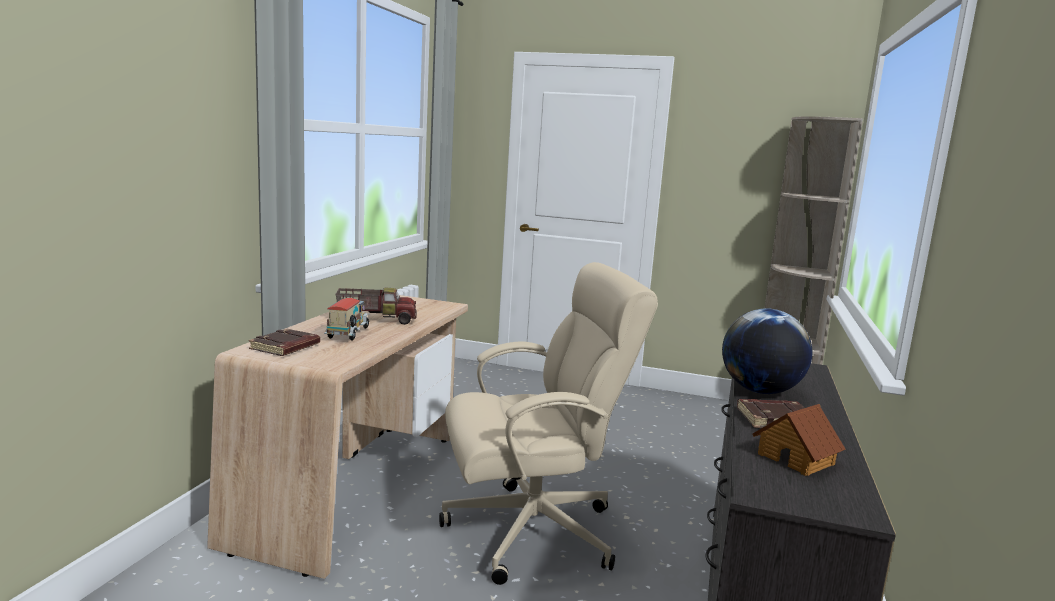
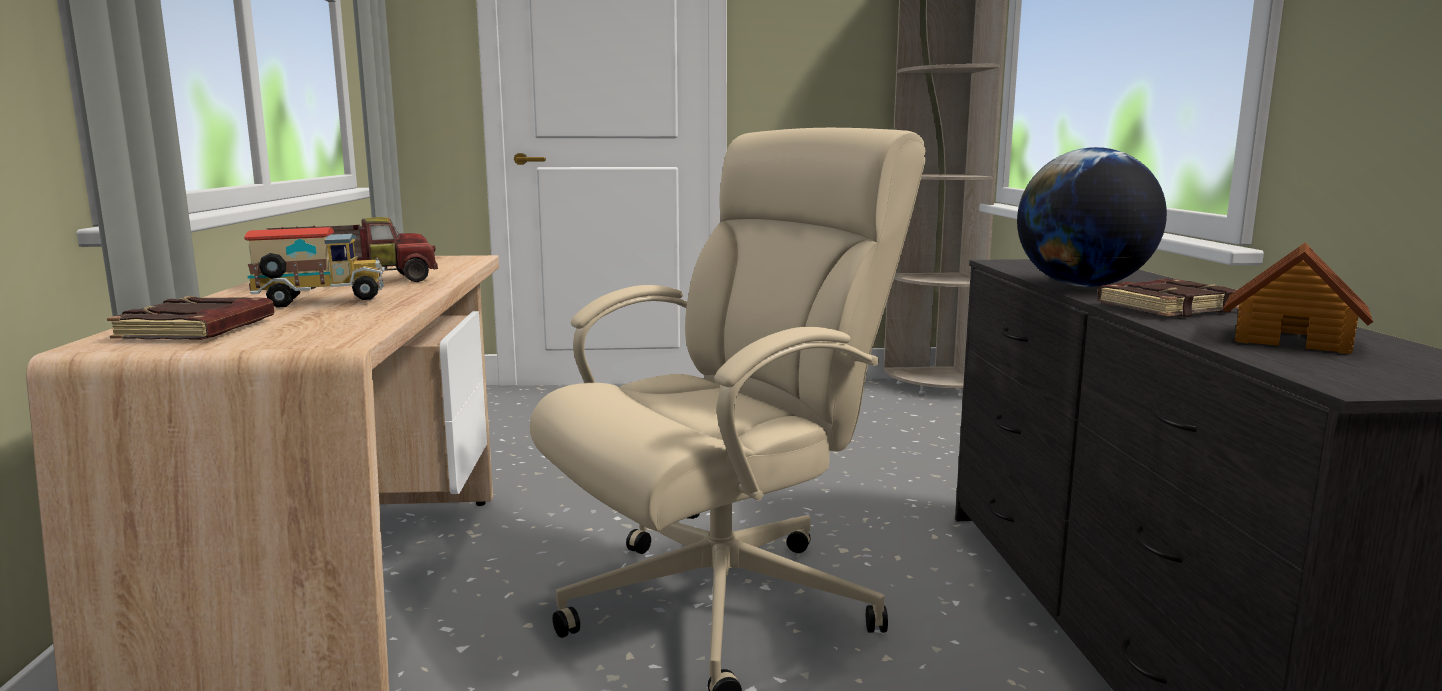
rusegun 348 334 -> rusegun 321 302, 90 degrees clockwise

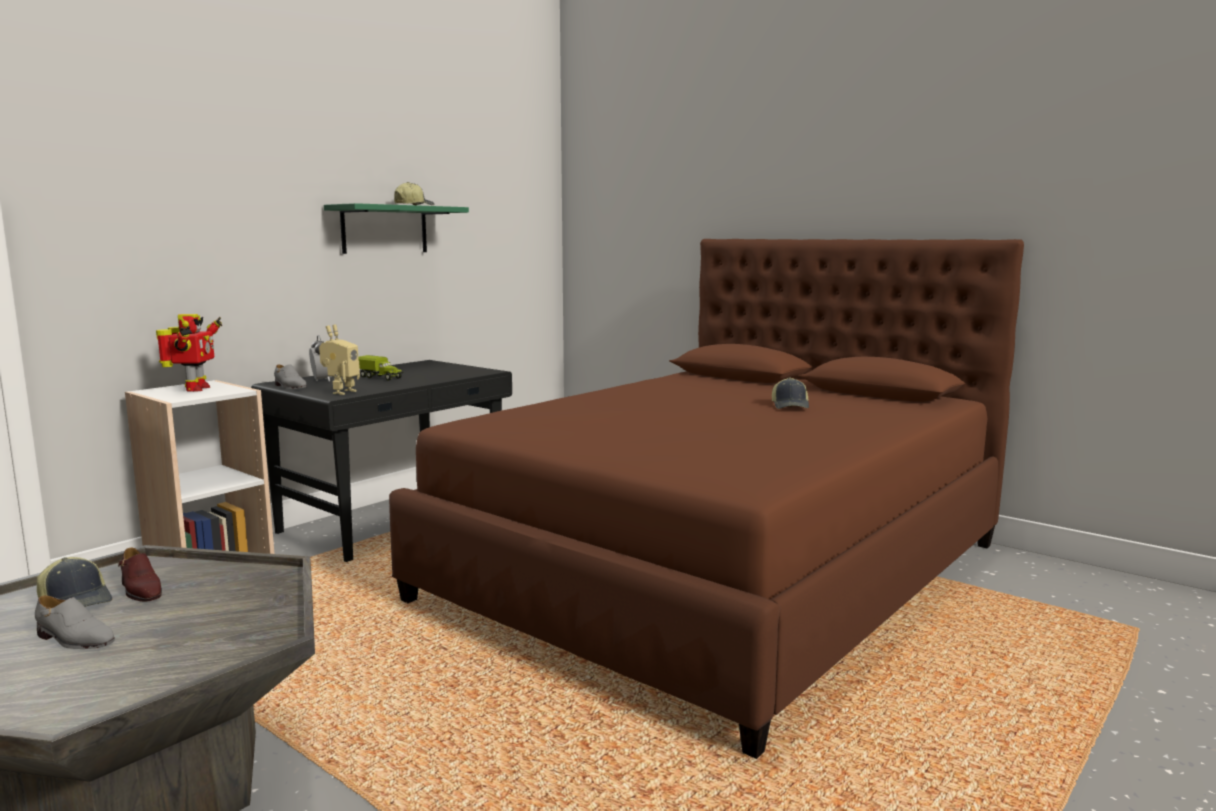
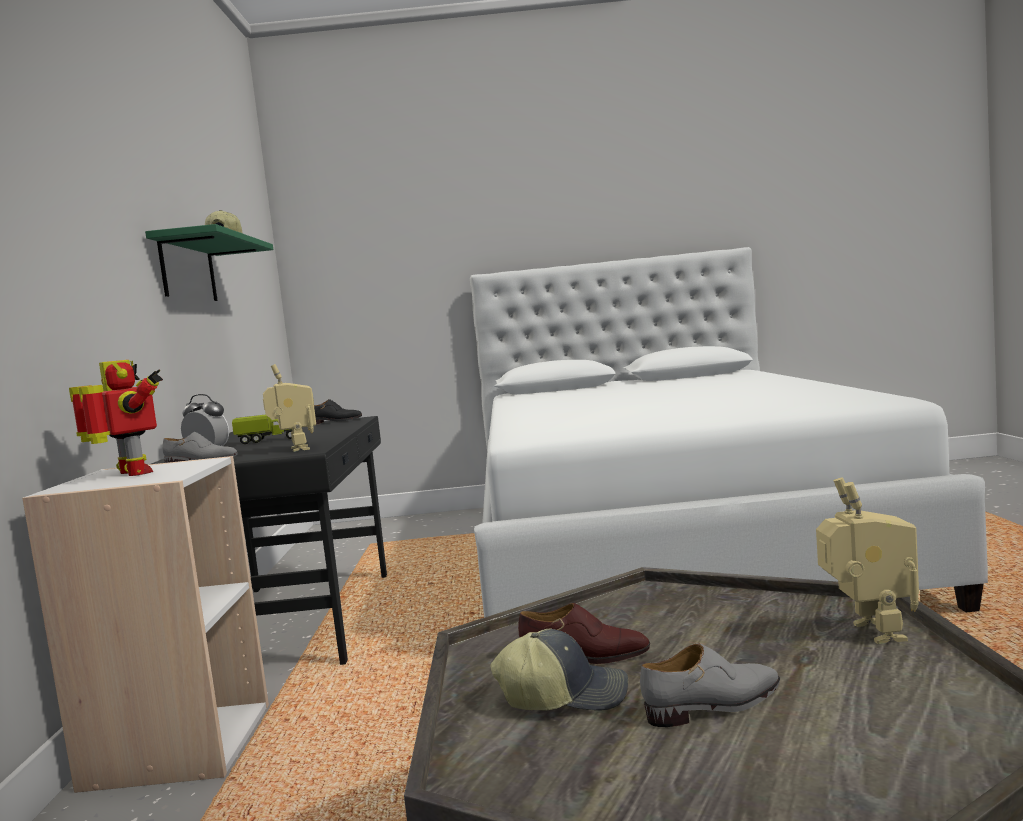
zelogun 791 406 -> none
none -> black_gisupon 334 421
none -> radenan 869 633
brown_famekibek 721 571 -> white_famekibek 667 544

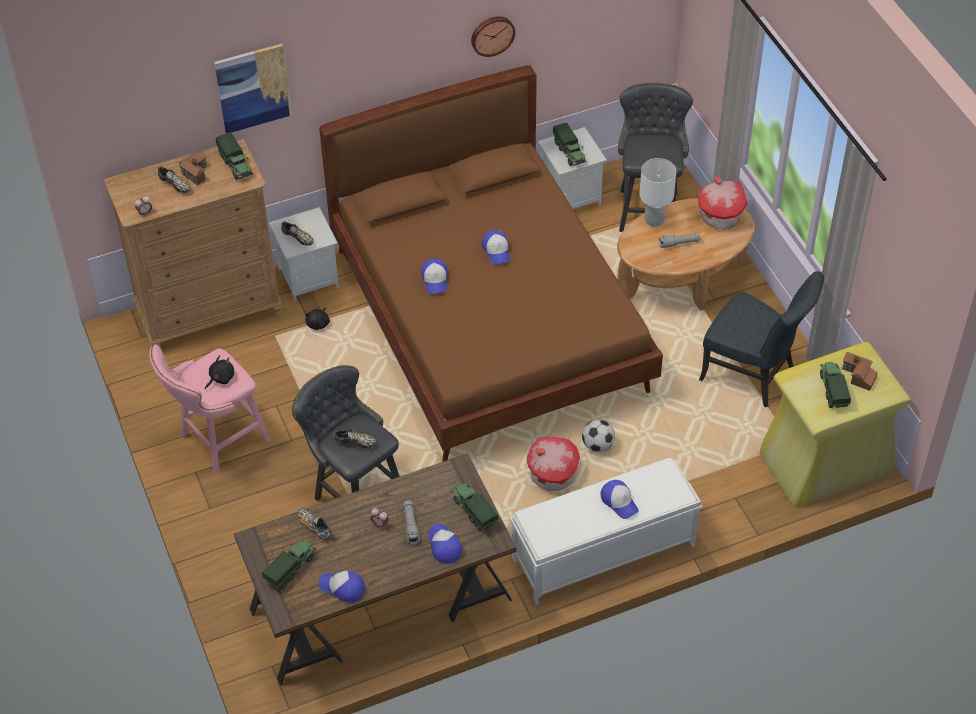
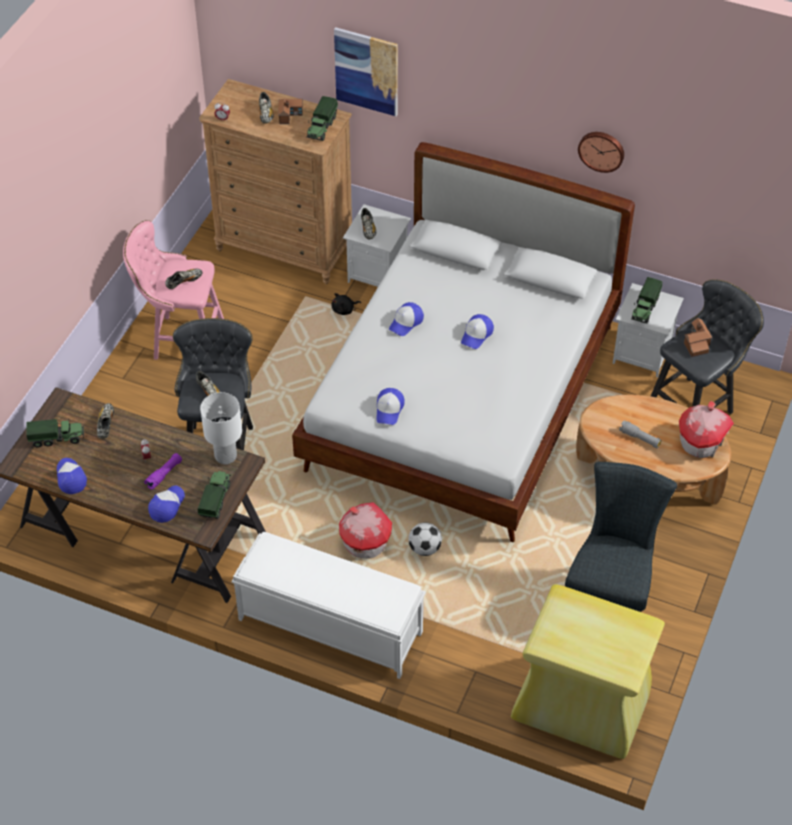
rusegun 833 390 -> none
zelogun 619 501 -> zelogun 389 409, shifted
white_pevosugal 654 221 -> white_pevosugal 225 458, shifted
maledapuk 858 375 -> maledapuk 696 343, shifted
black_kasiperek 220 378 -> gisupon 184 281
brown_famekibek 490 321 -> white_famekibek 463 399
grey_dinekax 411 525 -> purple_dinekax 164 474
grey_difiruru 753 375 -> grey_difiruru 610 595, 150 degrees counterclockwise

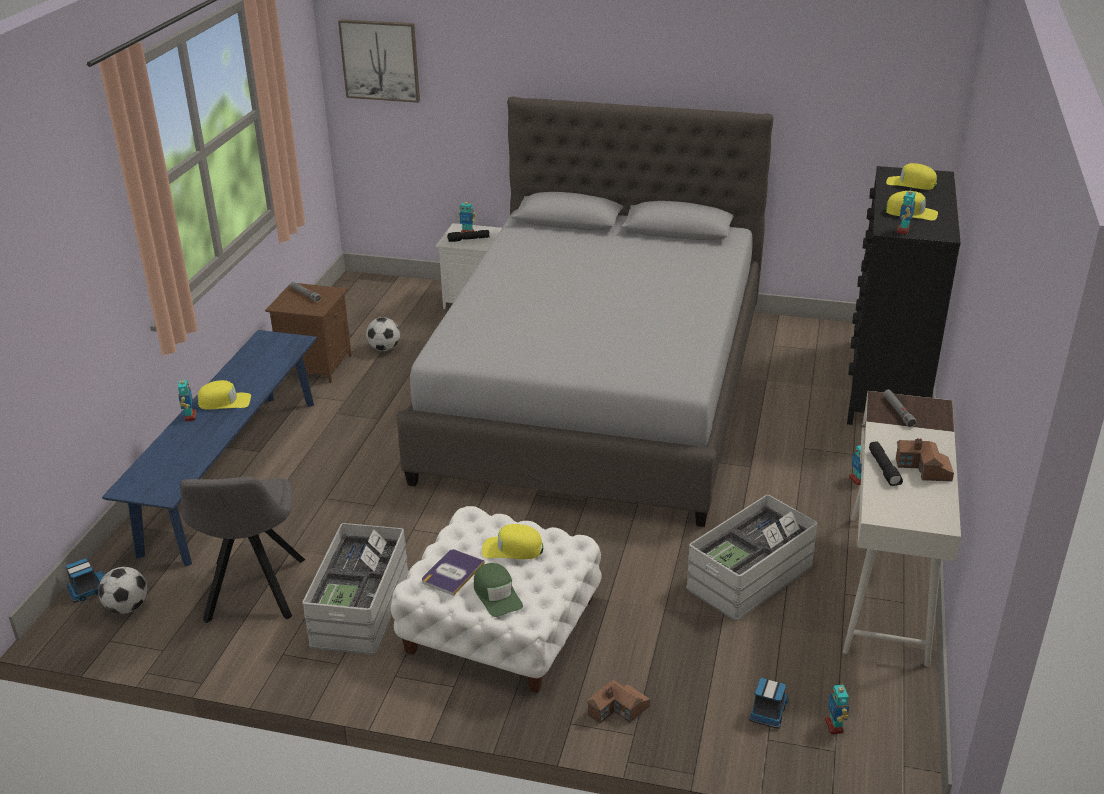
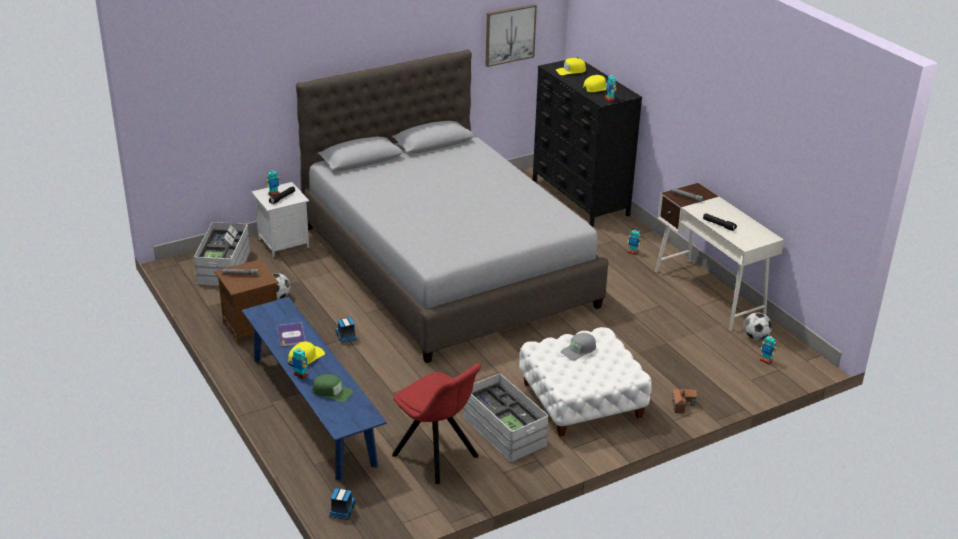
maledapuk 923 469 -> none
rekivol 127 607 -> rekivol 755 337, shifted
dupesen 380 60 -> dupesen 509 34, shifted
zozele 452 572 -> zozele 291 335, shifted
green_zelogun 497 595 -> green_zelogun 332 392, shifted
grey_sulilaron 749 575 -> grey_sulilaron 223 266, shifted
rusegun 768 712 -> rusegun 346 337, shifted
grey_difiruru 254 590 -> red_difiruru 436 456
yellow_zelogun 512 549 -> grey_zelogun 579 350

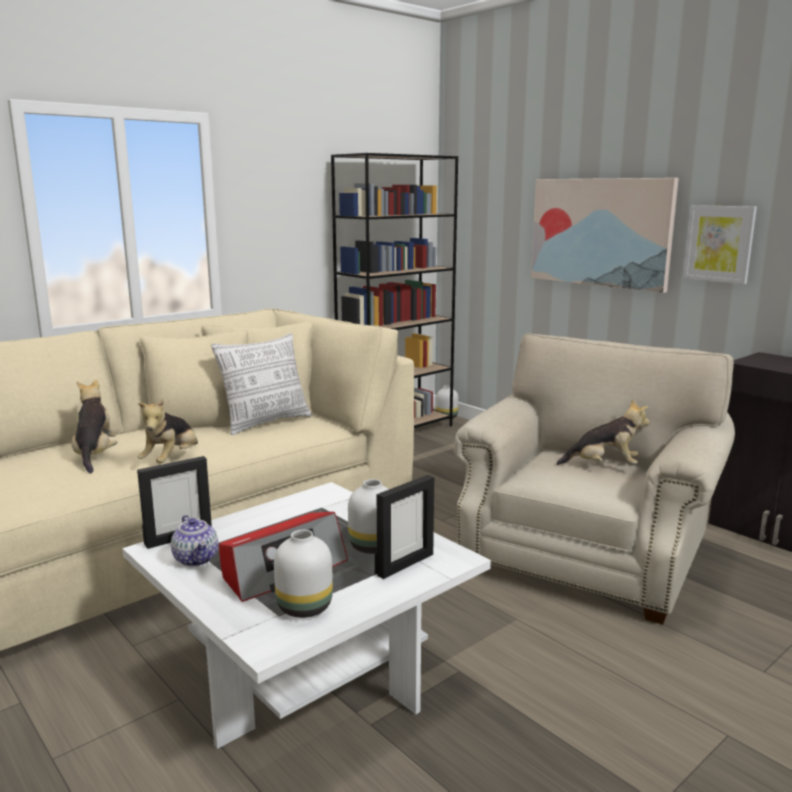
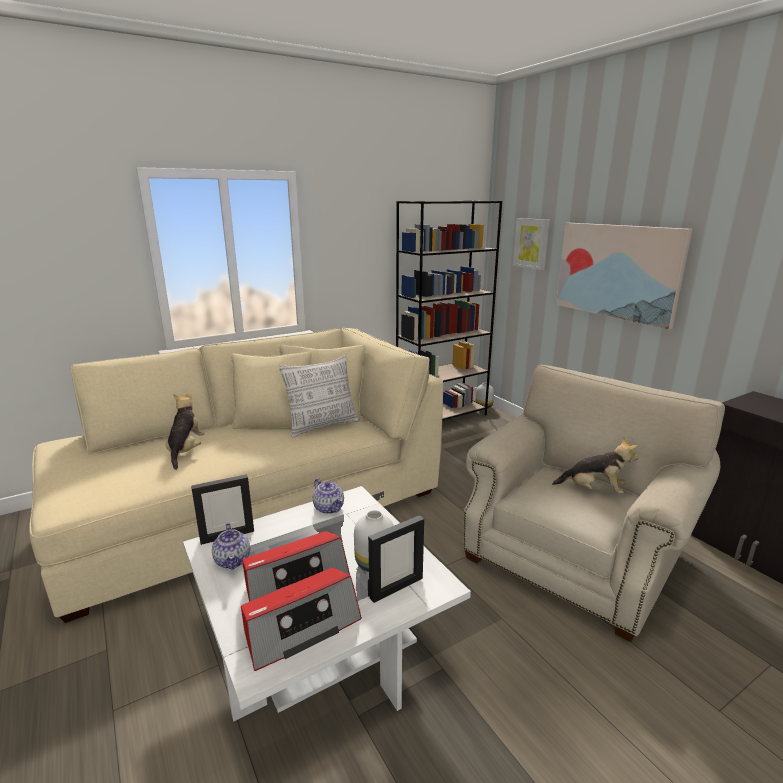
kasiperek 171 460 -> none
none -> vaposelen 329 508
dupesen 719 243 -> dupesen 531 243, shifted
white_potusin 305 606 -> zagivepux 300 627

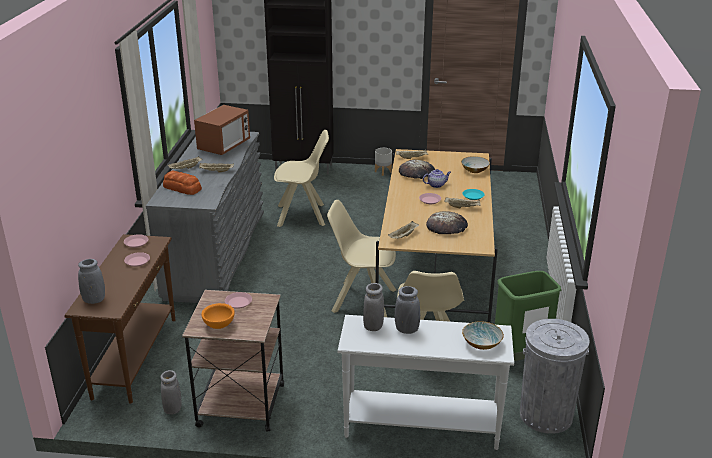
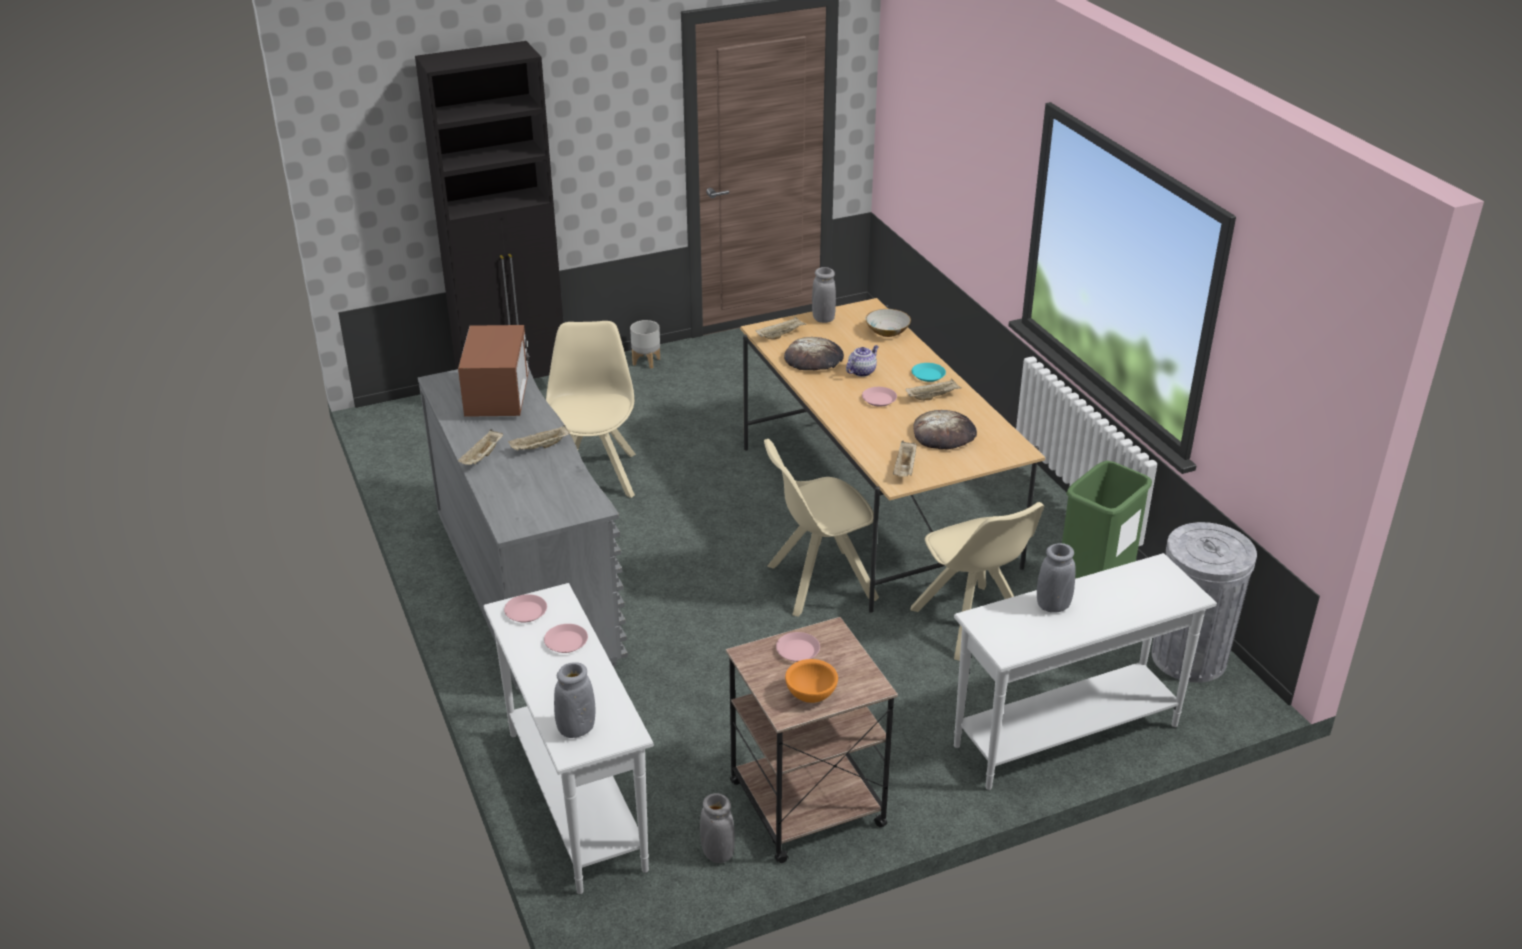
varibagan 182 188 -> none
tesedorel 482 343 -> none
grey_potusin 373 326 -> grey_potusin 823 319, shifted
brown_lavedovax 134 357 -> white_lavedovax 573 799
beige_difiruru 303 215 -> beige_difiruru 595 474, 60 degrees counterclockwise

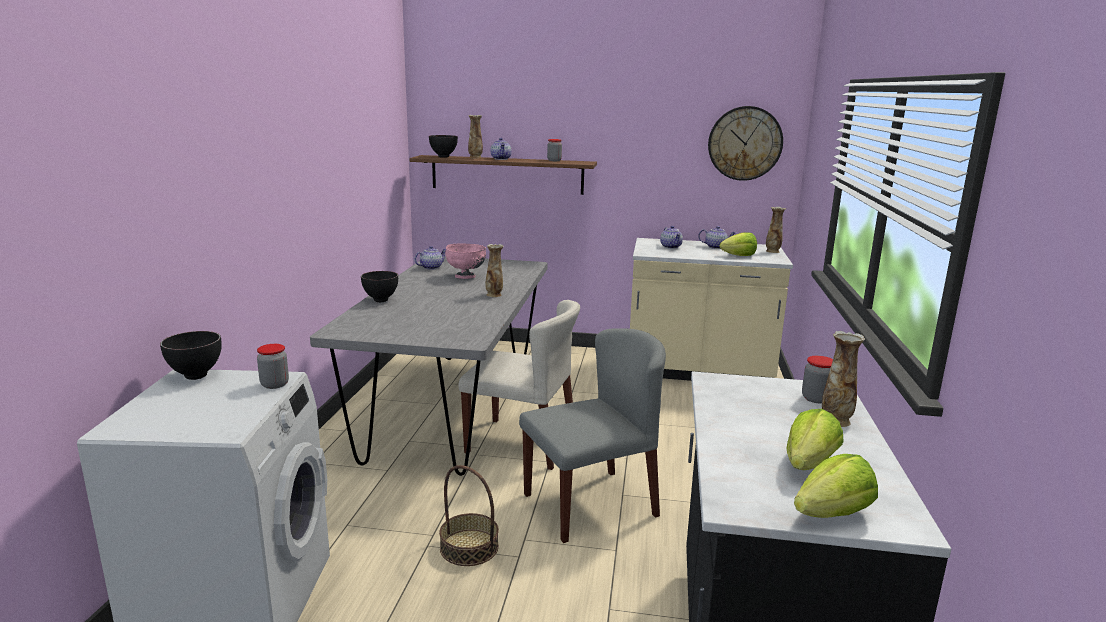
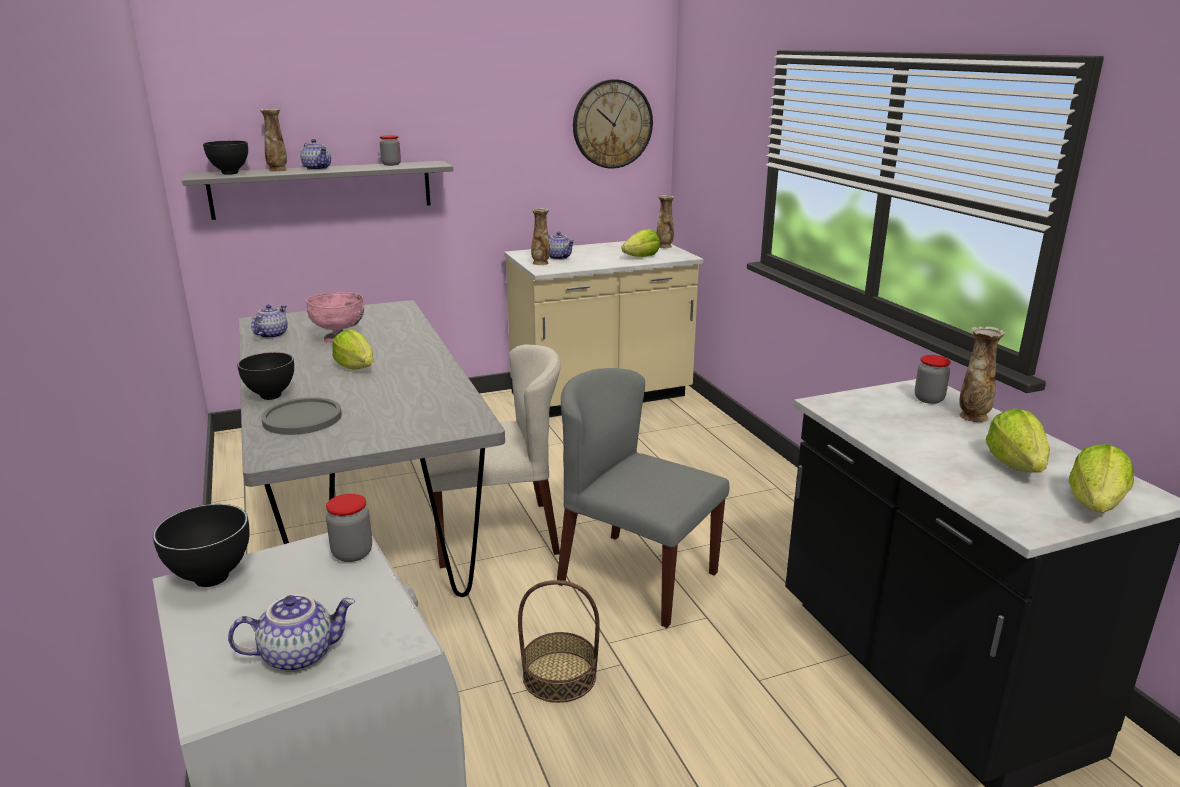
none -> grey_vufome 302 418
none -> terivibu 356 367
potusin 494 295 -> potusin 541 263, shifted
vaposelen 716 247 -> vaposelen 299 654, shifted
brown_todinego 507 174 -> grey_todinego 322 189
grey_difiruru 590 504 -> grey_difiruru 636 578, 90 degrees counterclockwise

